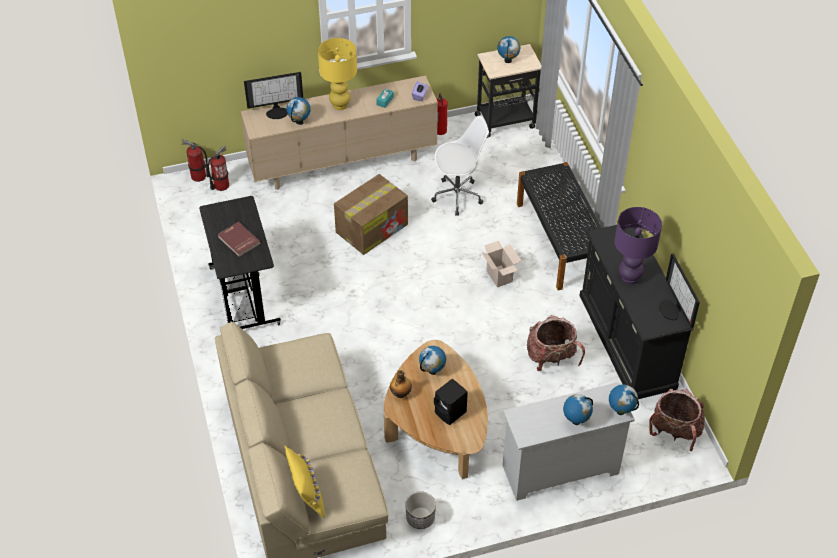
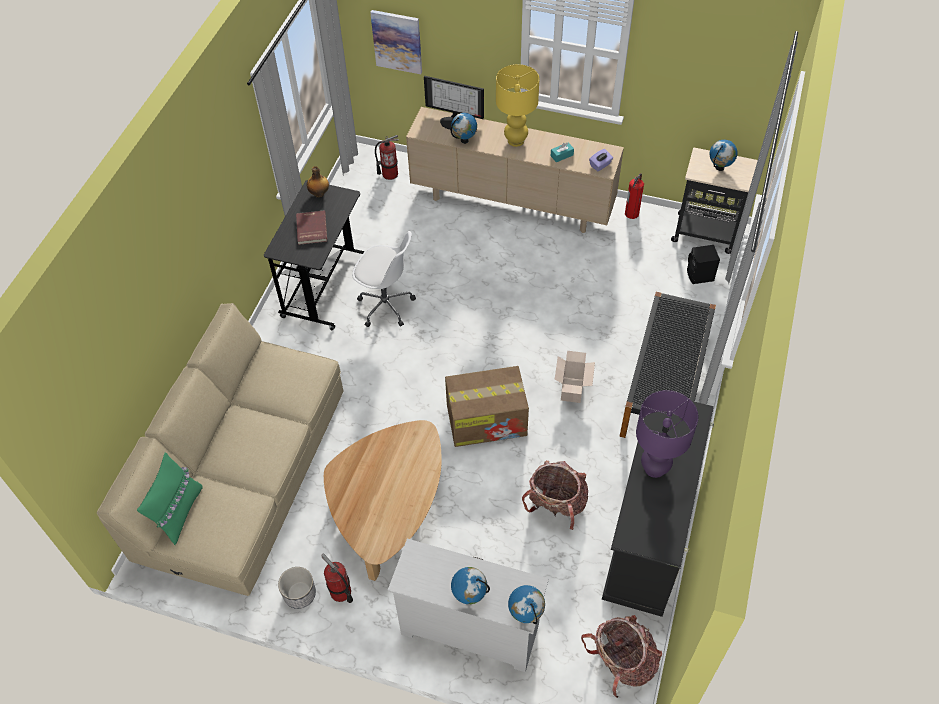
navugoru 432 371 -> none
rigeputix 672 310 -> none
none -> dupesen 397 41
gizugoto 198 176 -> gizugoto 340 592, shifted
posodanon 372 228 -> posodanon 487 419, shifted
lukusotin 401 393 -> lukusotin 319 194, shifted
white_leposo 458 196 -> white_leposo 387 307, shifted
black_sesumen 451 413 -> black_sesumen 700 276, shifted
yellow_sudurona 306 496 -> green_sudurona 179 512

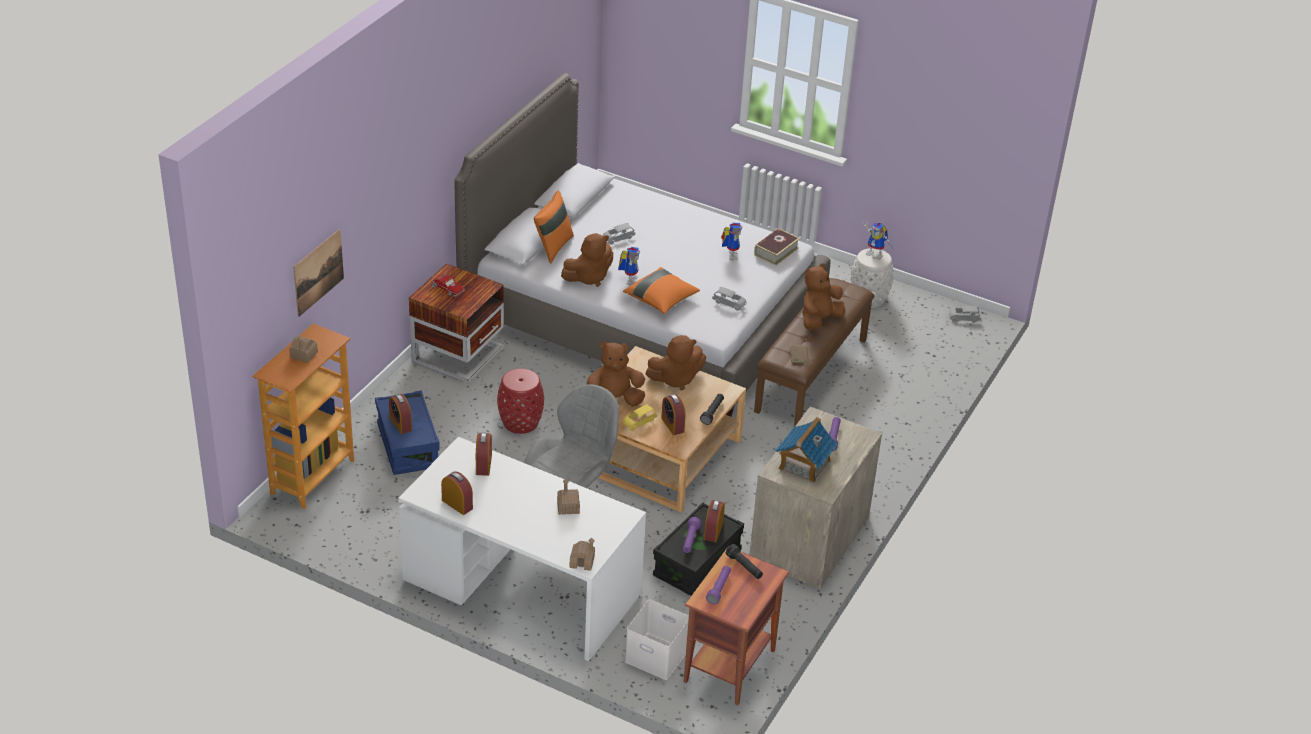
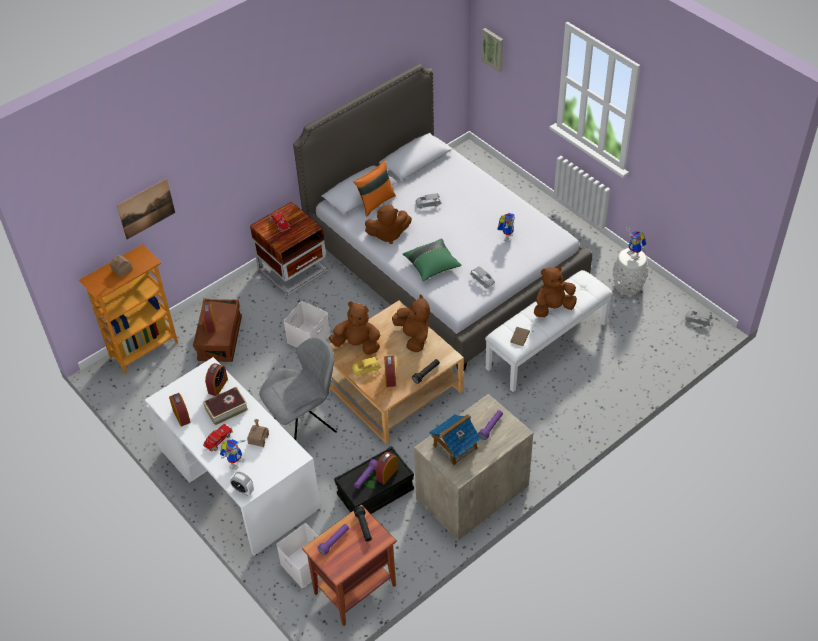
none -> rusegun 217 441
none -> dupesen 493 49
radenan 629 279 -> radenan 235 461, shifted
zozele 776 251 -> zozele 226 409, shifted
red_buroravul 520 422 -> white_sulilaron 308 337
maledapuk 582 561 -> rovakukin 243 490
blue_sulilaron 408 446 -> brown_sulilaron 220 339
orange_sudurona 661 300 -> green_sudurona 432 266
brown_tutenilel 810 374 -> white_tutenilel 546 345
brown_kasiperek 675 379 -> brown_kasiperek 413 337, 120 degrees counterclockwise

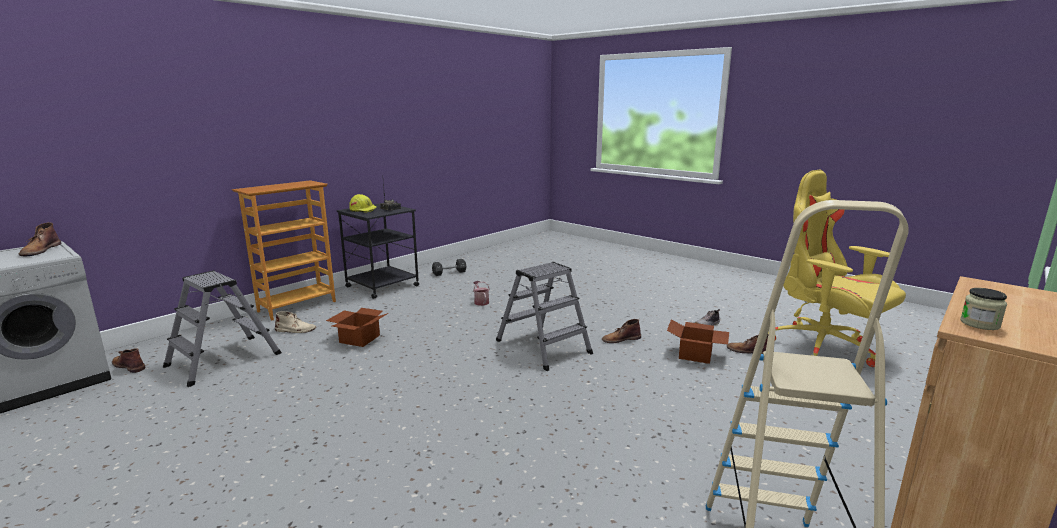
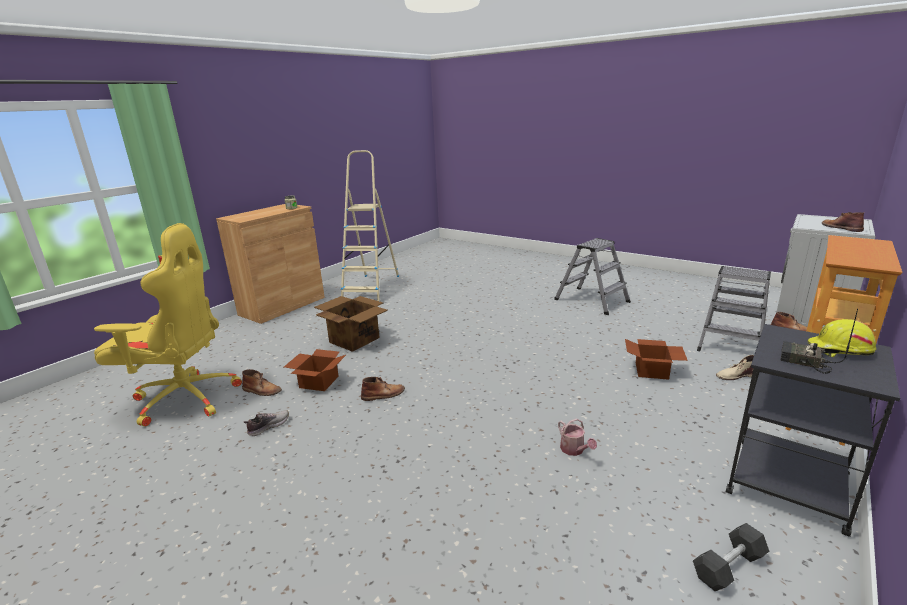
none -> posodanon 354 339
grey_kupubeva 543 346 -> grey_kupubeva 591 300, shifted
yellow_leposo 828 350 -> yellow_leposo 179 399, 45 degrees counterclockwise

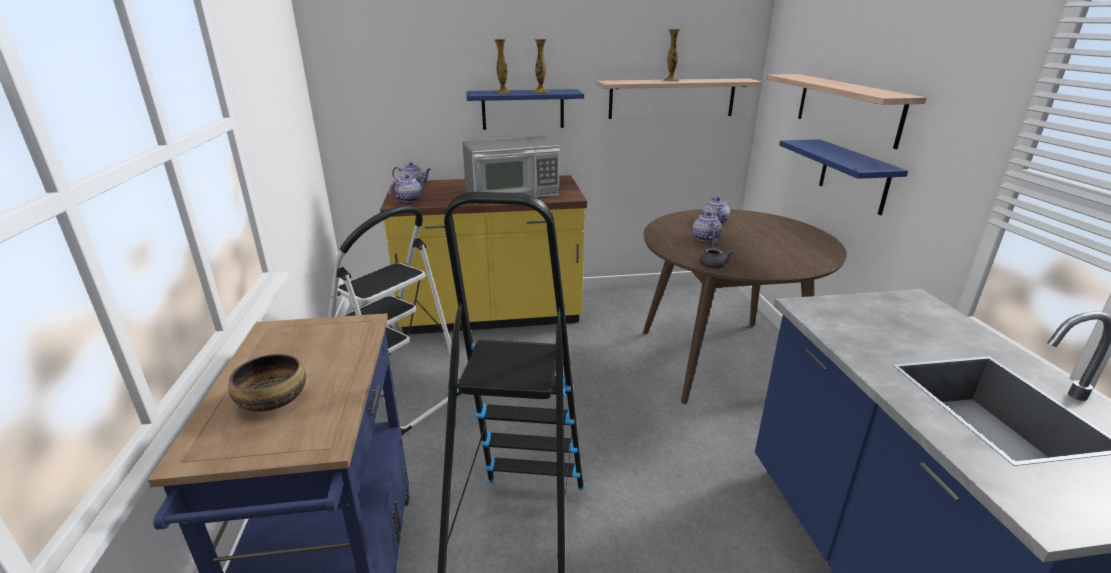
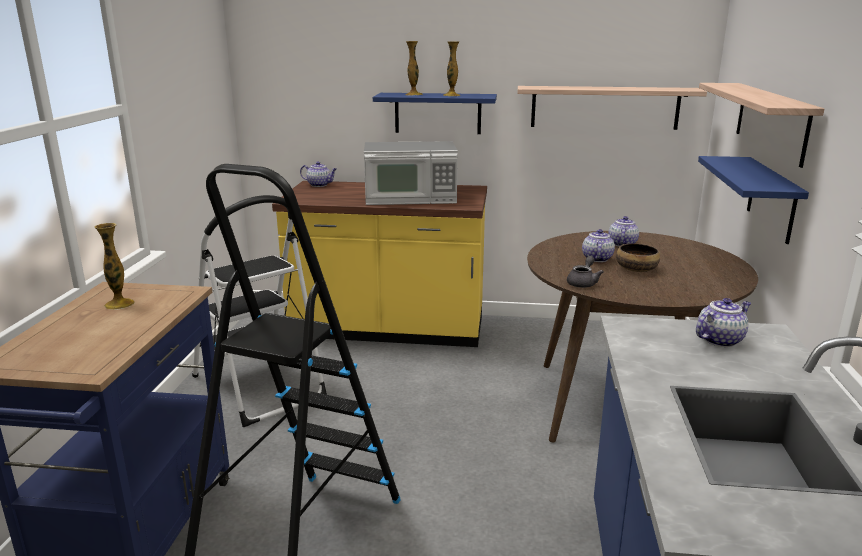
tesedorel 272 399 -> tesedorel 636 269, shifted
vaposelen 409 199 -> vaposelen 720 339, shifted
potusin 671 80 -> potusin 119 304, shifted

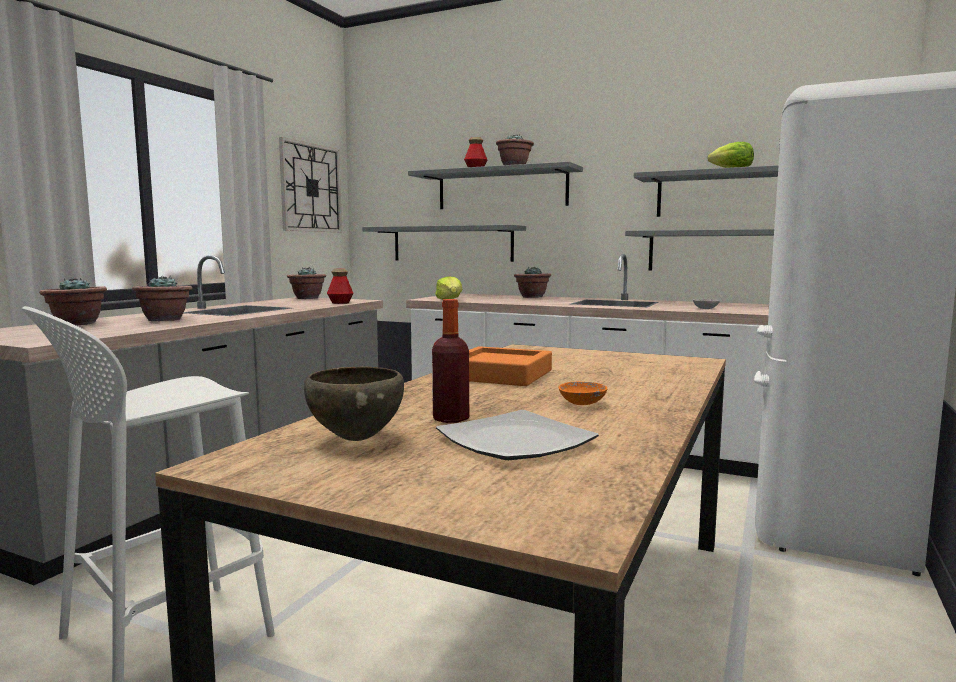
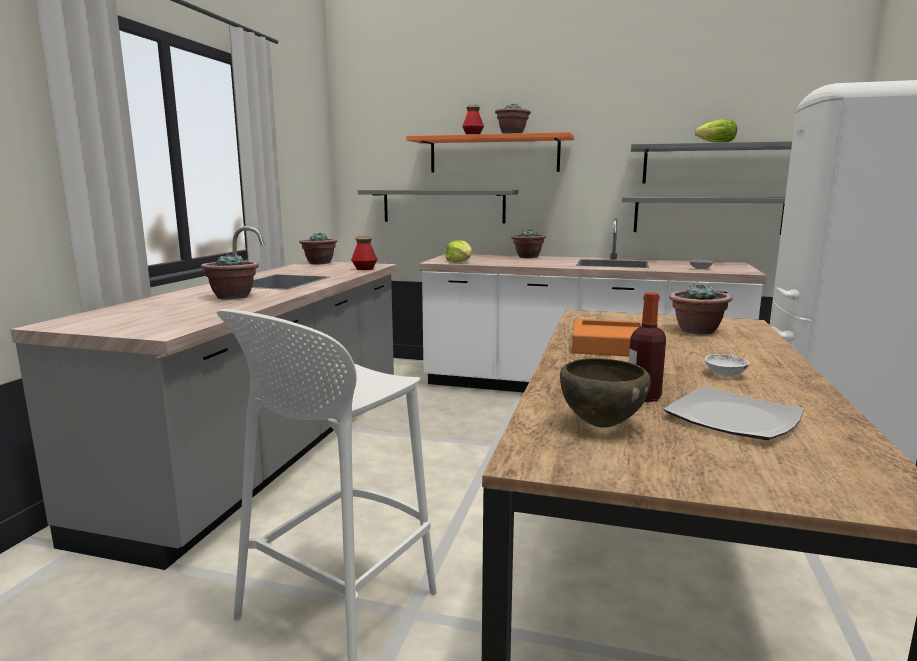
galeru 311 188 -> none
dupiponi 76 324 -> dupiponi 697 331, shifted
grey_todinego 501 189 -> orange_todinego 494 154
orange_tesedorel 582 404 -> white_tesedorel 725 374

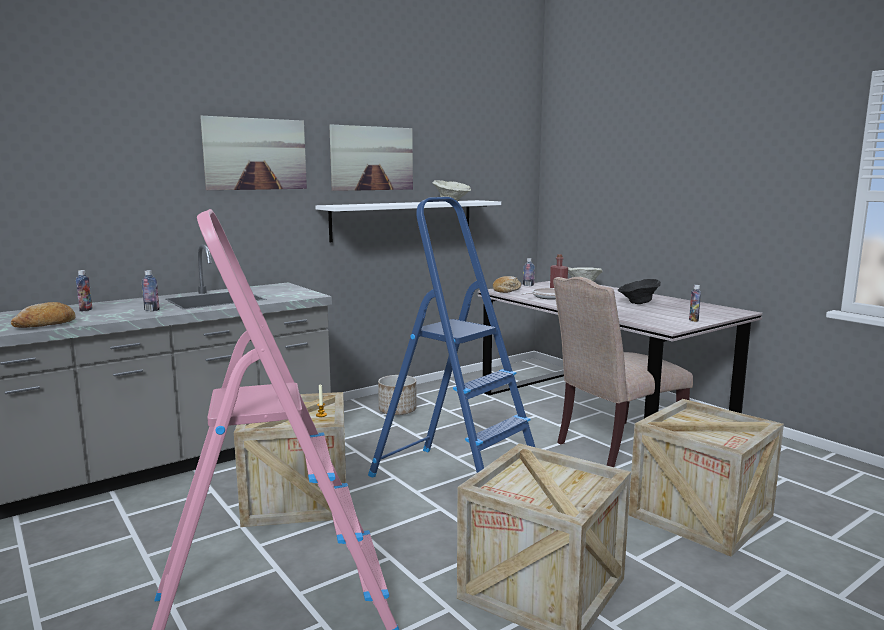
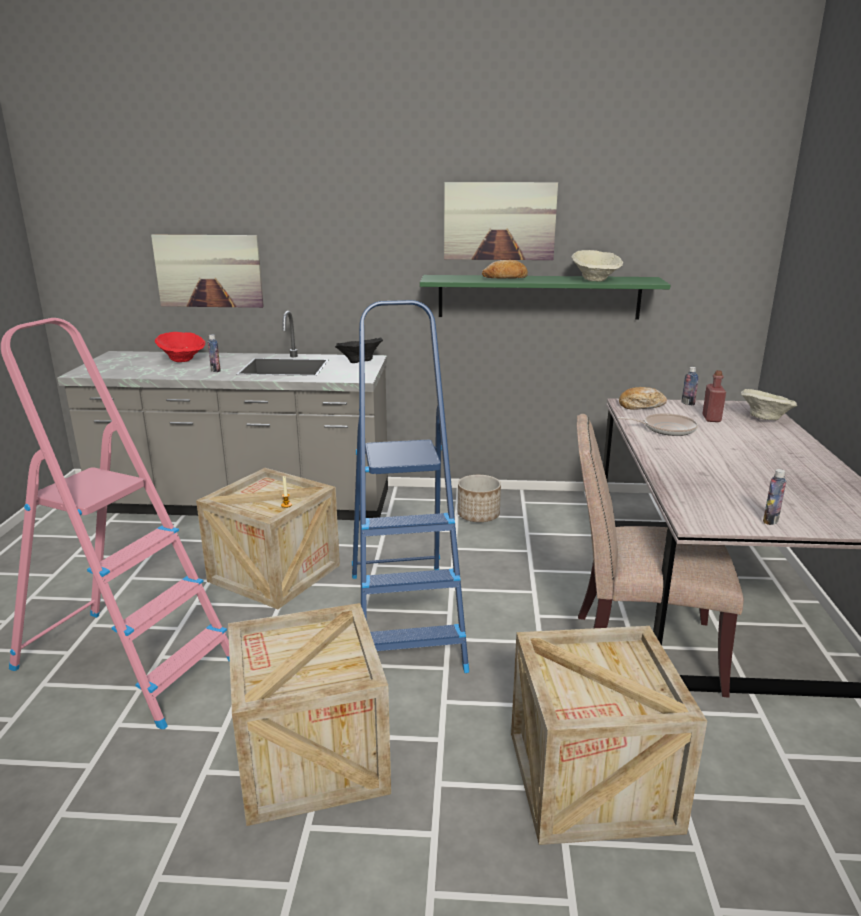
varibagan 46 325 -> varibagan 505 278, shifted
dupesen 255 154 -> dupesen 208 271, shifted
black_tesedorel 638 303 -> black_tesedorel 359 362, shifted
lukusotin 86 310 -> red_tesedorel 182 360
white_todinego 403 220 -> green_todinego 539 297

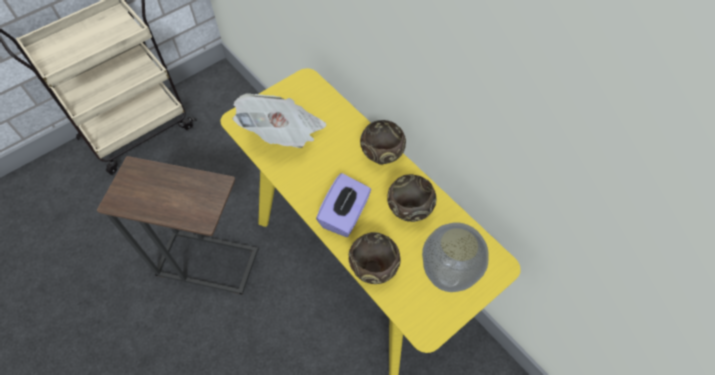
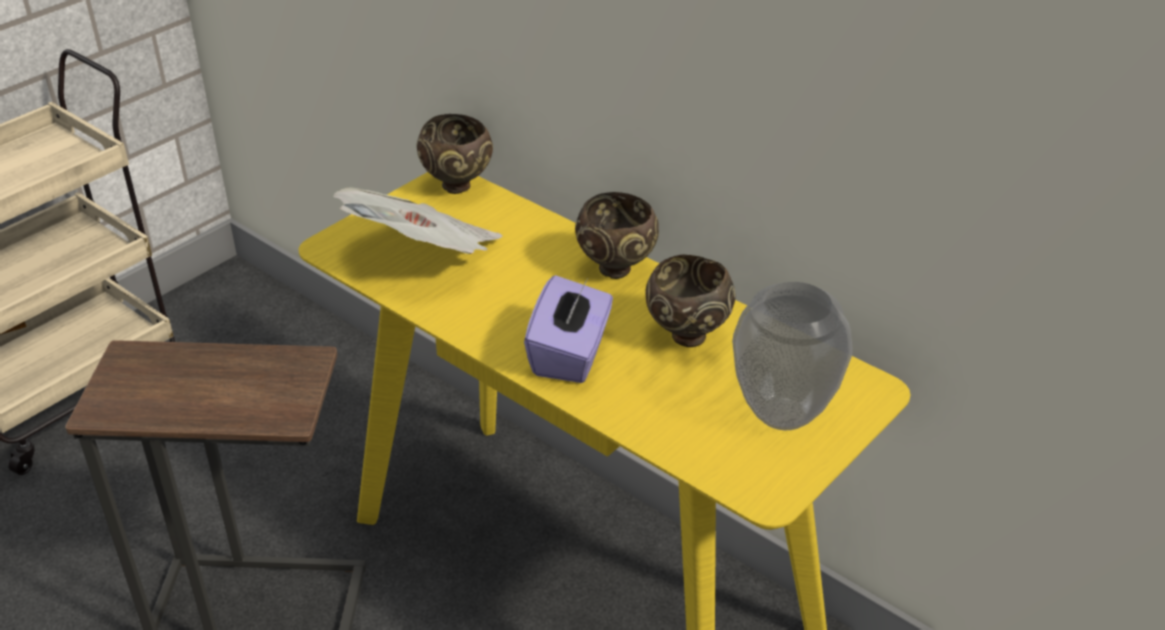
brown_tesedorel 374 271 -> brown_tesedorel 458 187, shifted

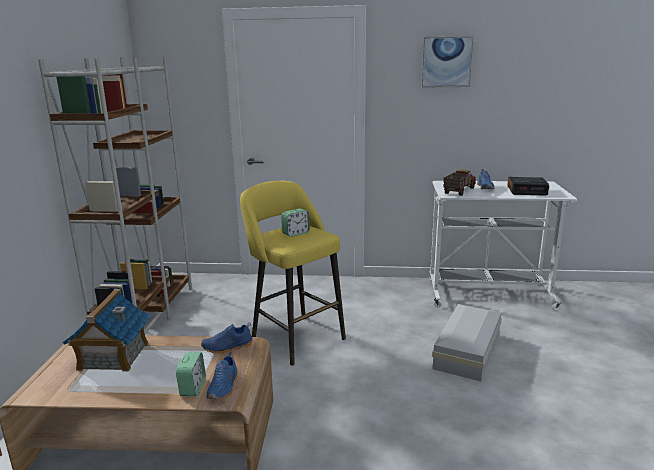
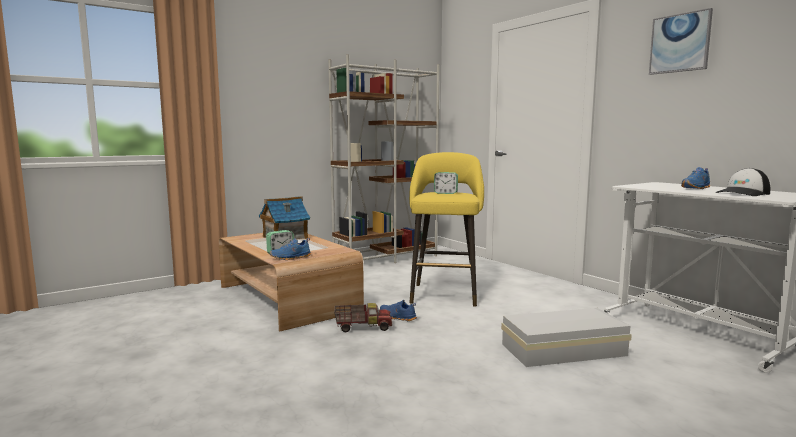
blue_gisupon 228 347 -> blue_gisupon 397 317, shifted
rusegun 458 191 -> rusegun 363 327, shifted
rovakukin 527 191 -> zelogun 743 193

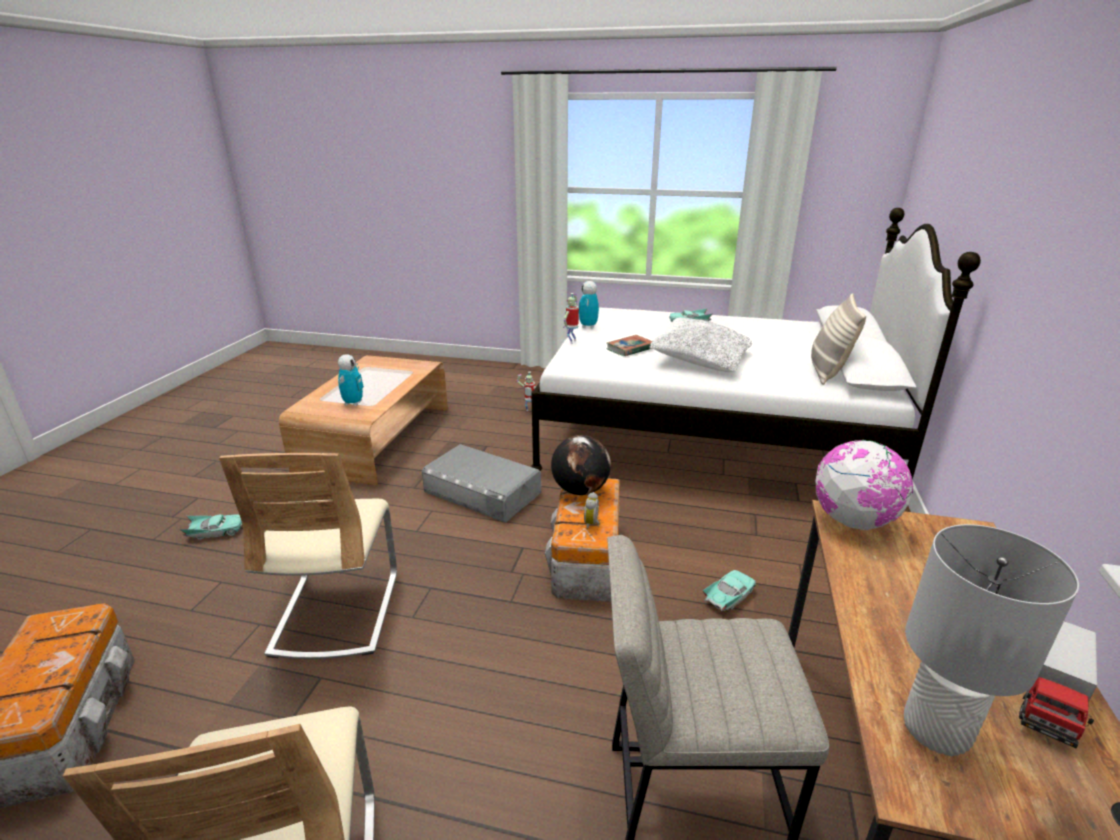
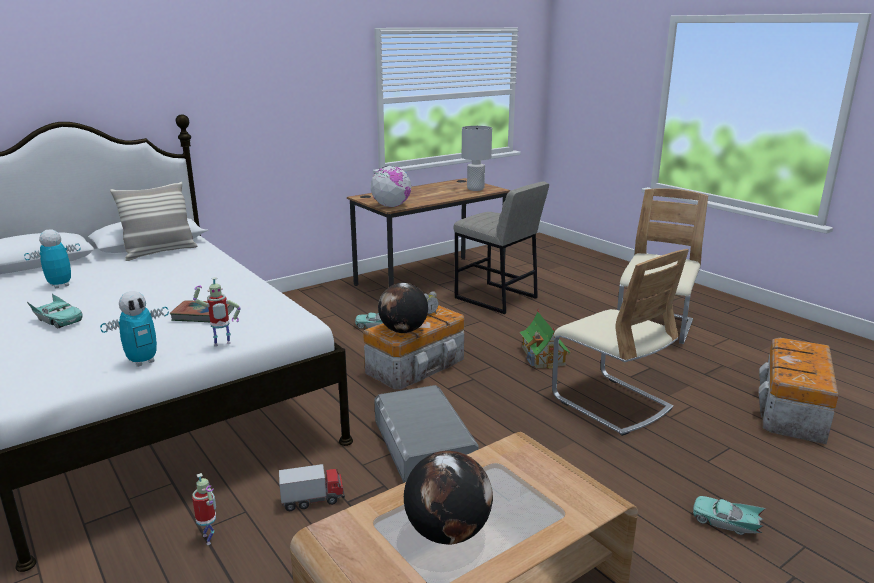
white_sudurona 701 359 -> none
none -> navugoru 447 532
none -> maledapuk 543 356
radenan 353 403 -> radenan 60 285, shifted
rusegun 1046 703 -> rusegun 313 500, shifted
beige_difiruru 336 612 -> beige_difiruru 610 403, 105 degrees clockwise

